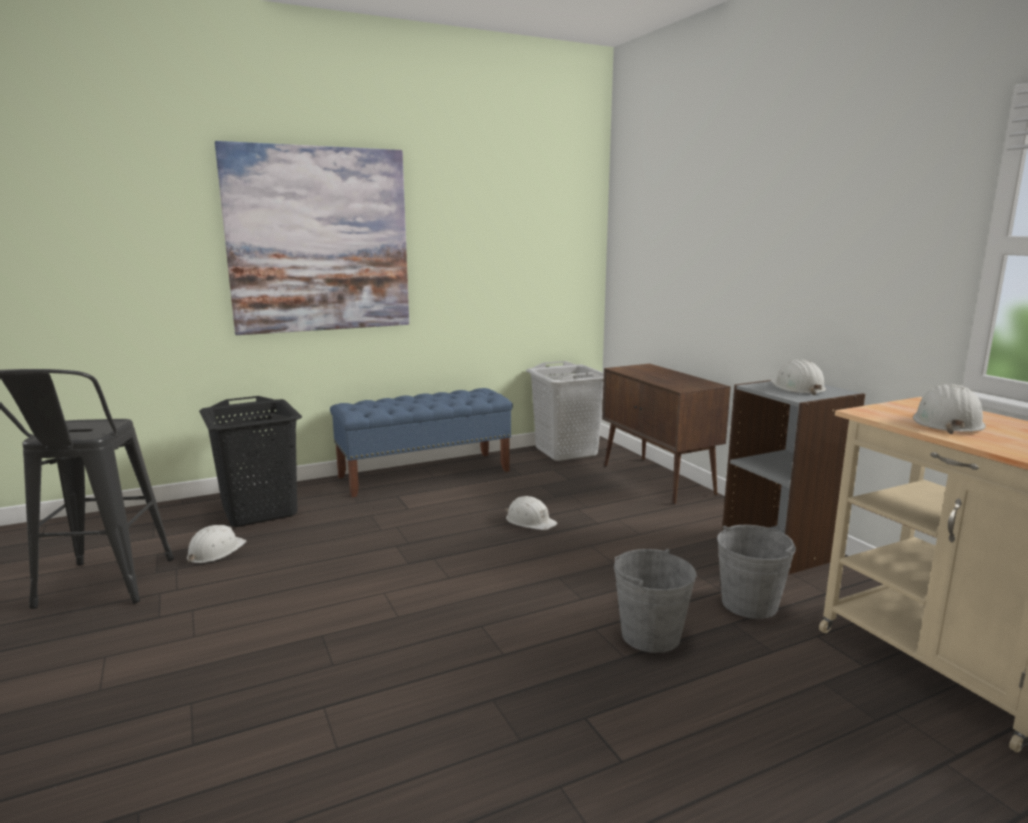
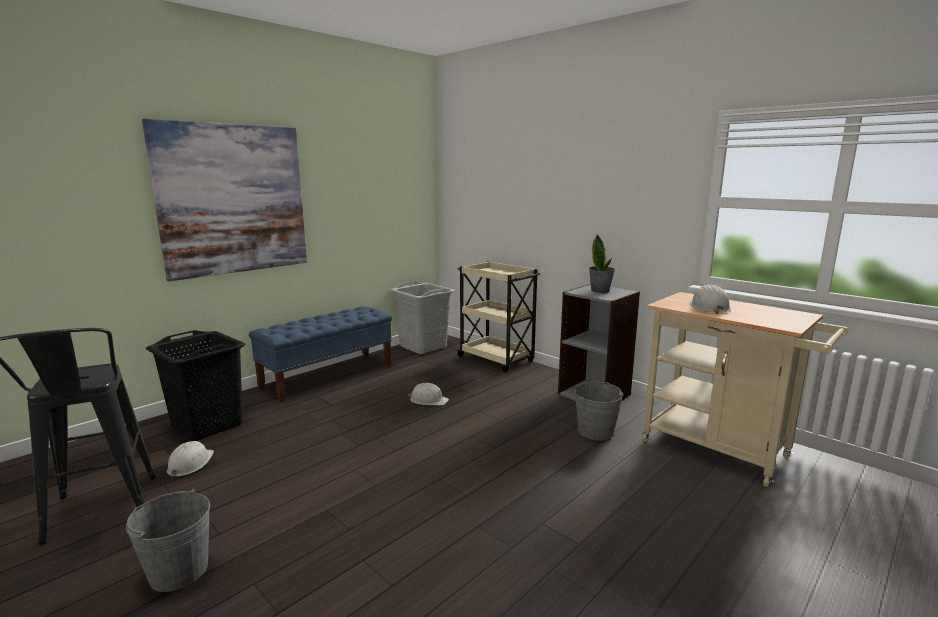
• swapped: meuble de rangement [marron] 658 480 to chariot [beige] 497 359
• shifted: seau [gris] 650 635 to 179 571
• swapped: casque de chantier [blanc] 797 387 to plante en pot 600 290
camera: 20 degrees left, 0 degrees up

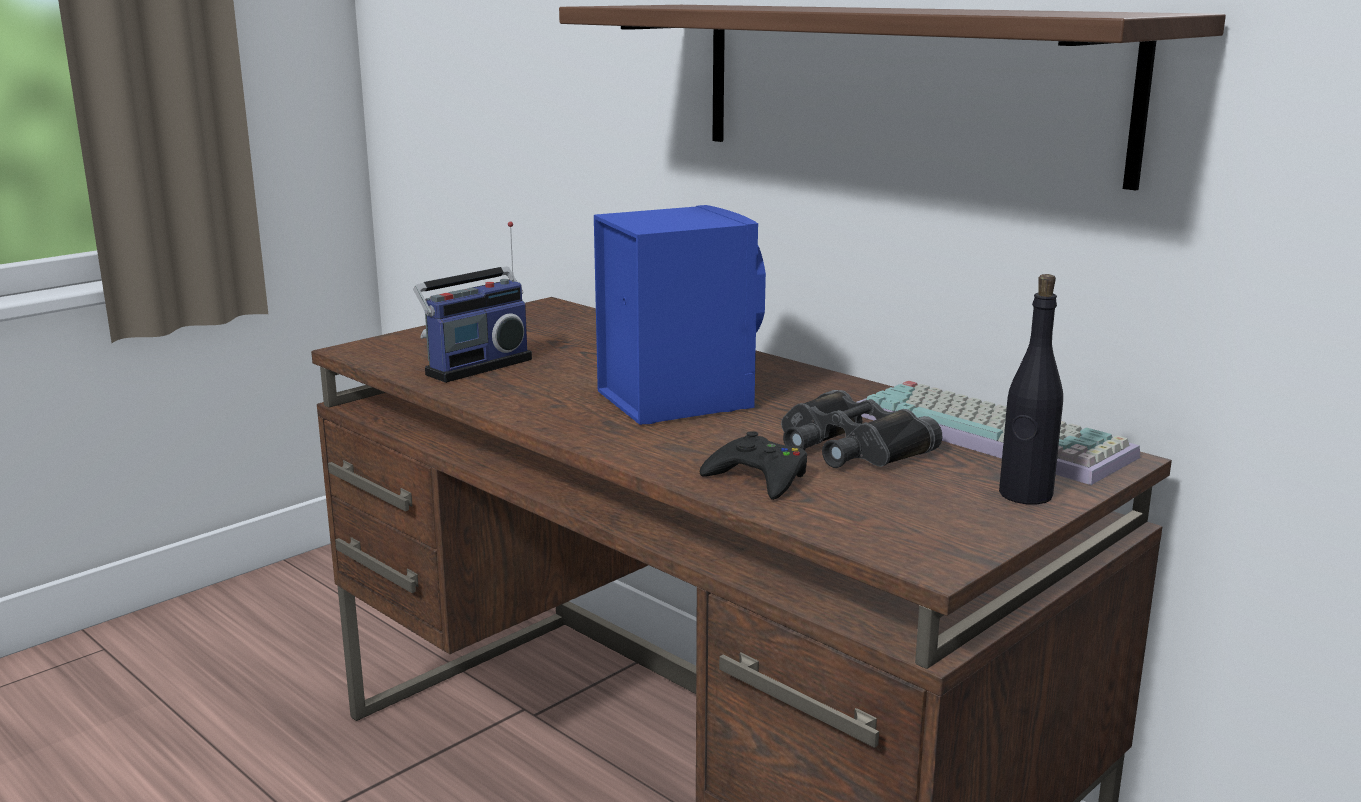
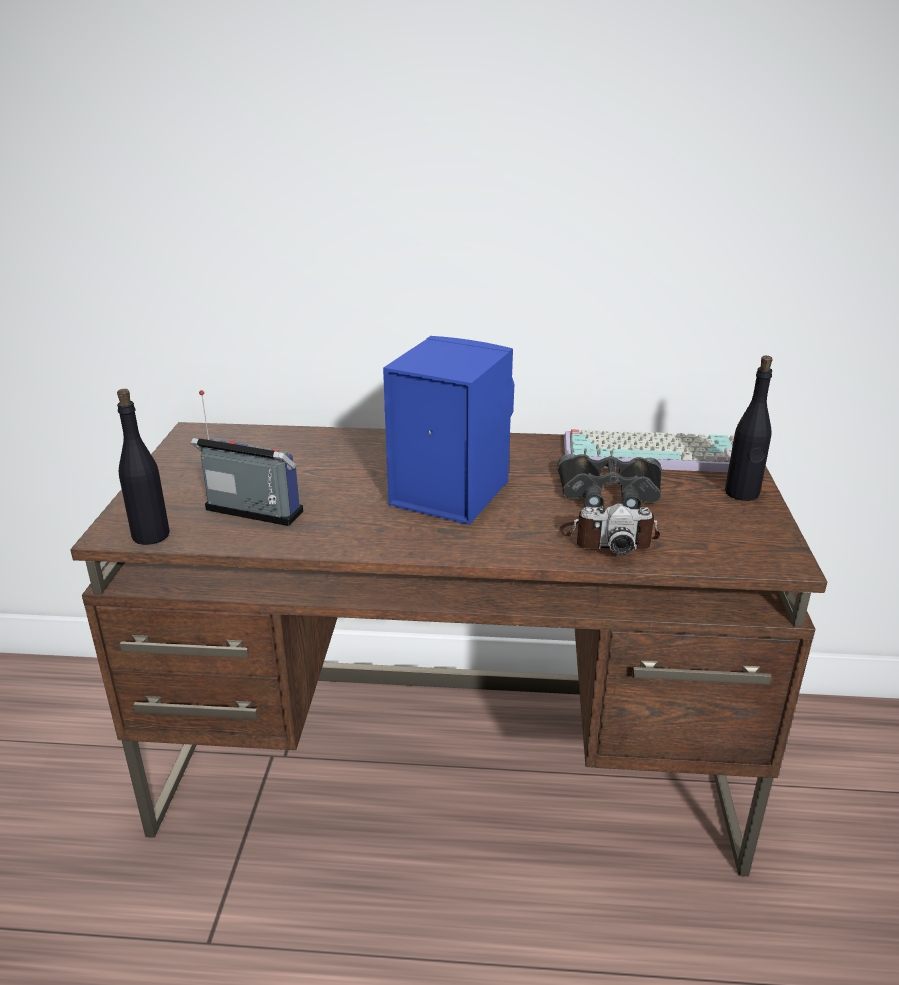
• rotated: radio 475 366 = 251 514 75 degrees counterclockwise
• gone: étagère 902 86
• swapped: manette [noir] 758 478 to appareil photo 608 539
• new: bouteille [noir] 151 535
camera: 40 degrees left, 10 degrees up

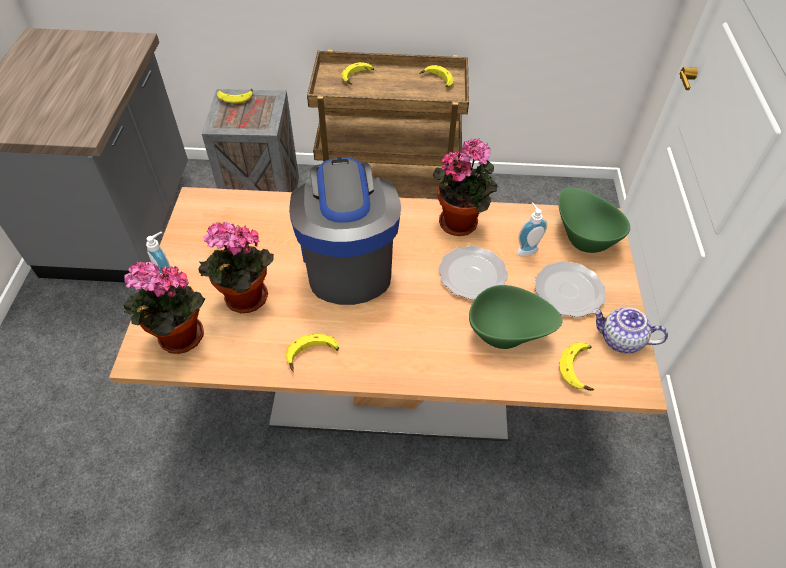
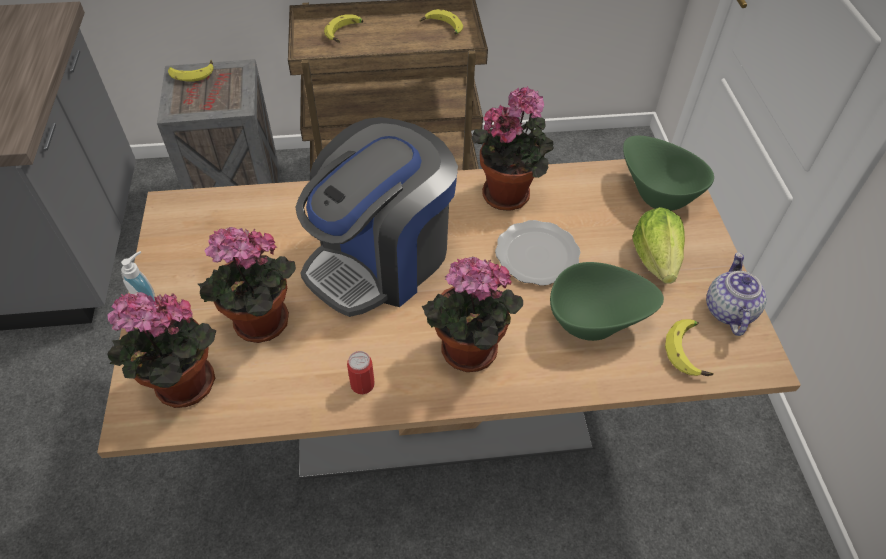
• swapped: banane 313 356 to boîte métallique 362 384
• rotated: machine à café 348 261 = 381 258 120 degrees counterclockwise
• gone: distributeur de savon 526 249
• swapped: assiette 569 290 to laitue 655 259
• rotated: théière 620 340 = 728 310 90 degrees clockwise
• new: plante en pot 467 354
camera: 10 degrees left, 0 degrees up

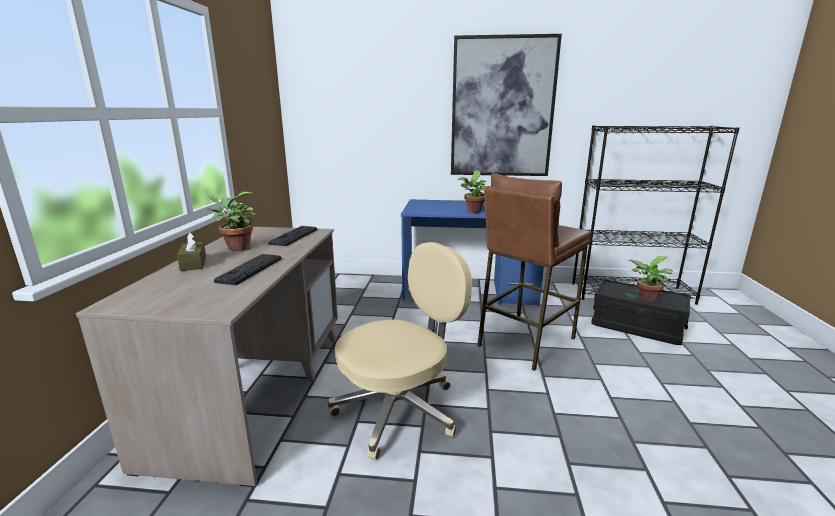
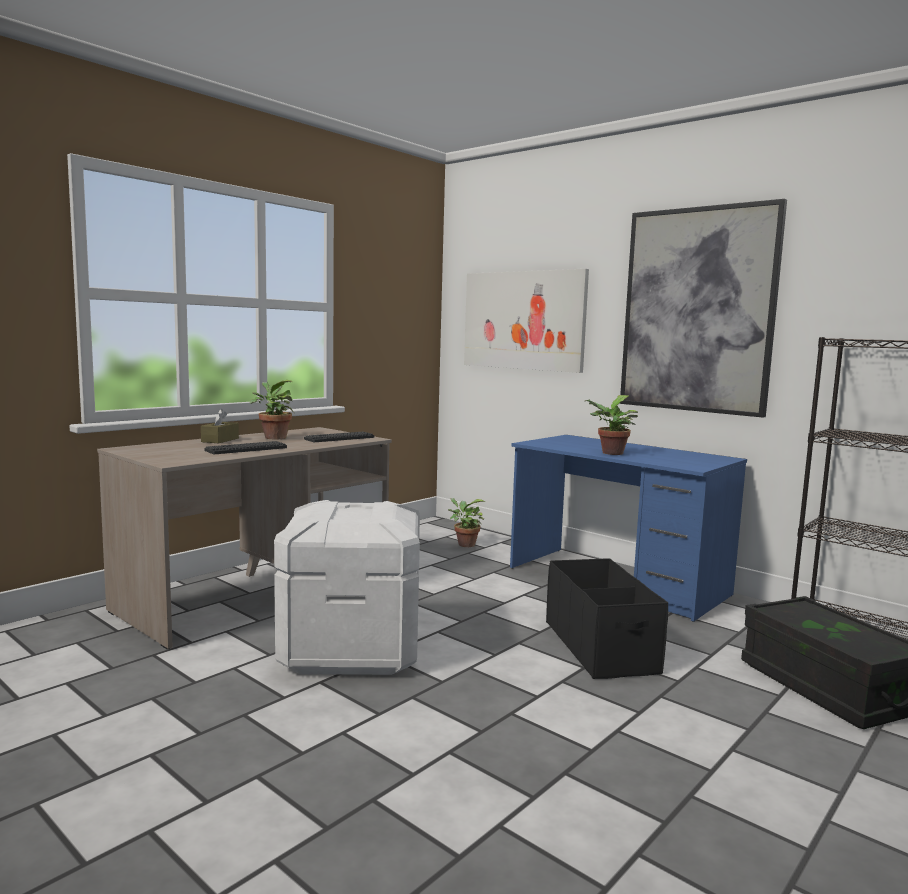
• swapped: chaise de bureau [beige] 399 409 to boîte de rangement [blanc] 352 649
• swapped: tabouret [marron] 525 341 to boîte de rangement [noir] 600 646
• shifted: plante en pot 645 299 to 464 544
• new: tableau 523 320
camera: 35 degrees right, 10 degrees down

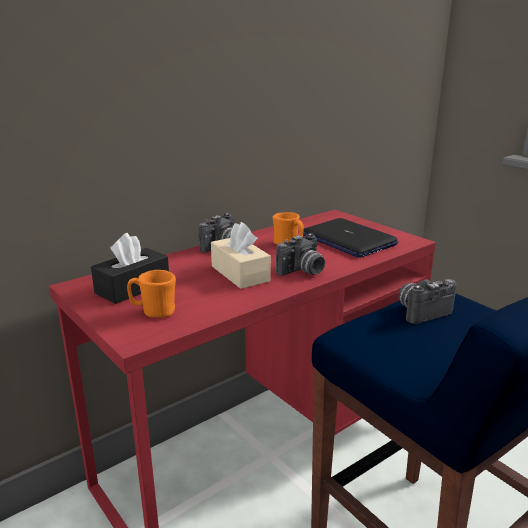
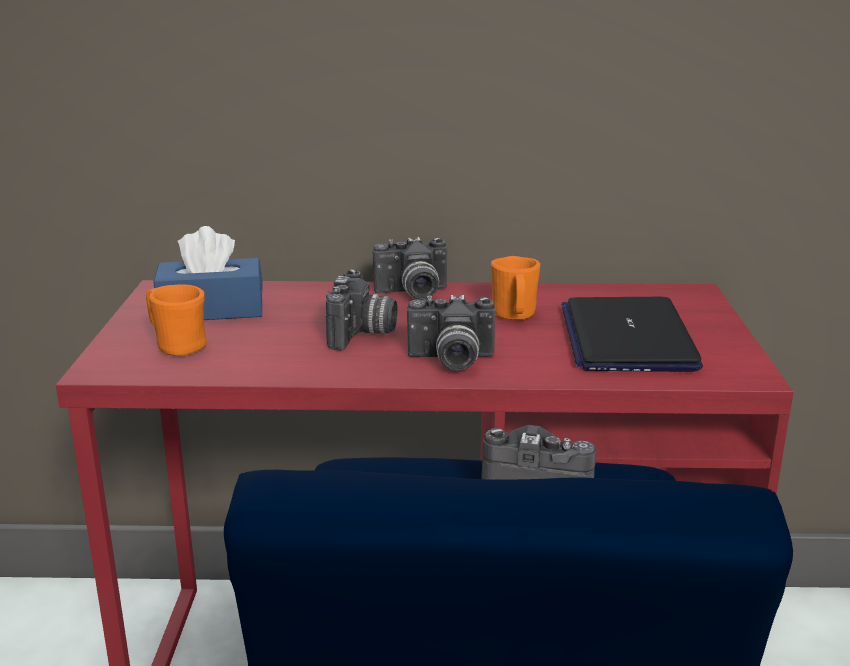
• repainted: boîte à mouchoirs [noir] 133 287 to boîte à mouchoirs [bleu] 211 310
• swapped: boîte à mouchoirs [beige] 240 273 to appareil photo 363 335
camera: 40 degrees right, 0 degrees up

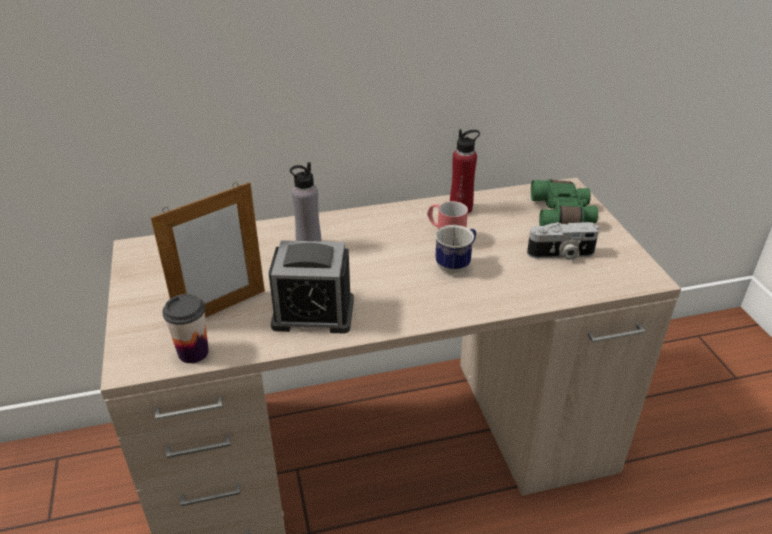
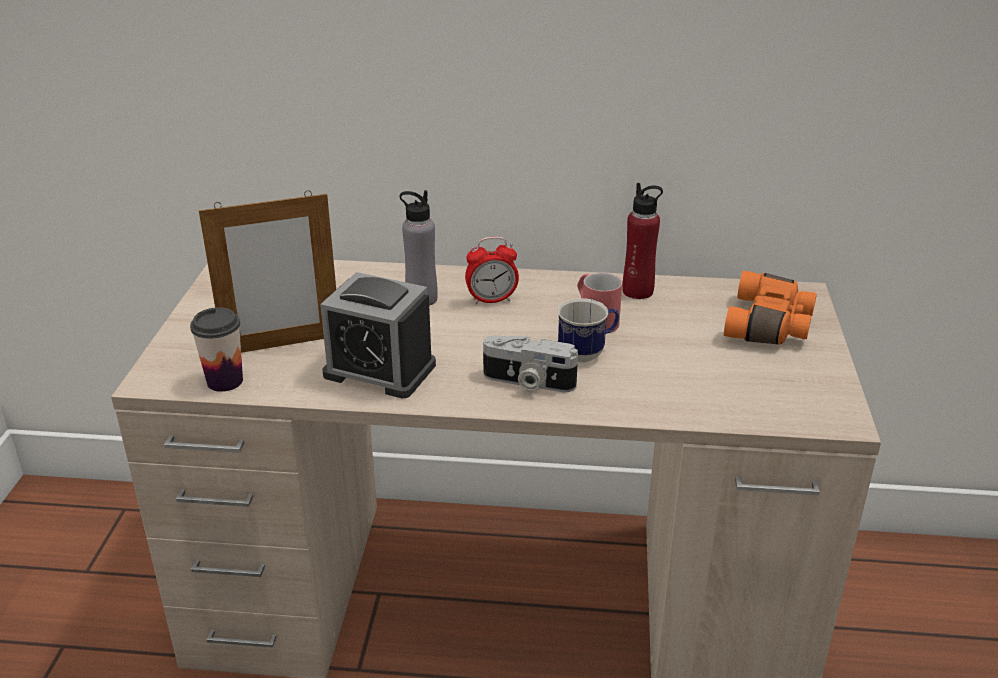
• shifted: appareil photo 561 254 to 528 382
• repainted: jumelles [vert] 563 216 to jumelles [orange] 770 325
• new: réveil 491 300
camera: 20 degrees right, 5 degrees down

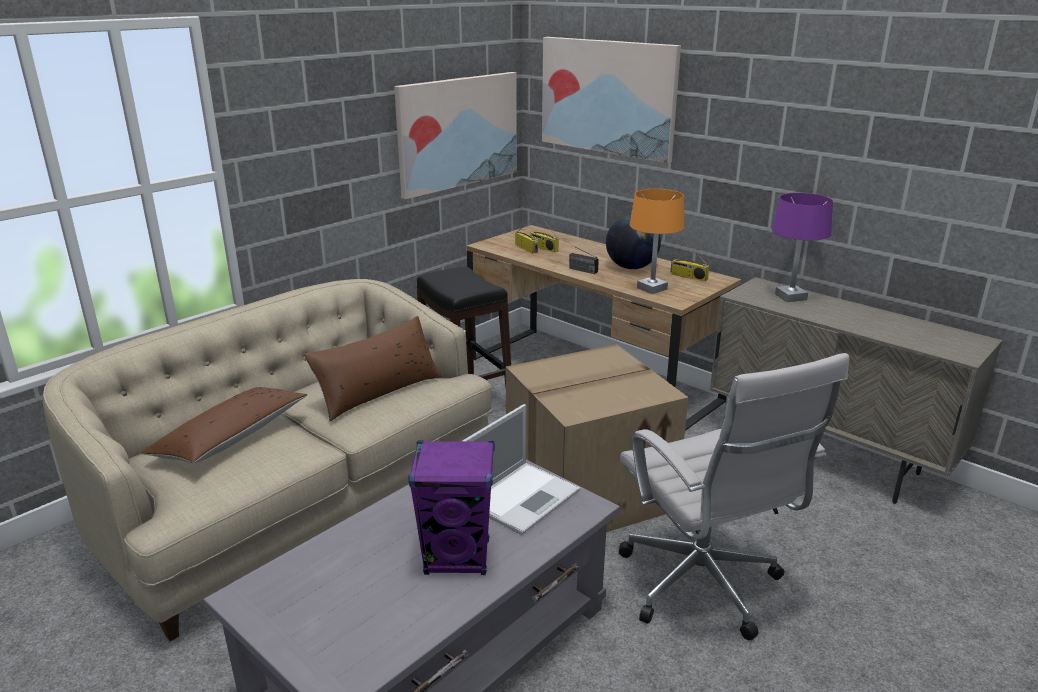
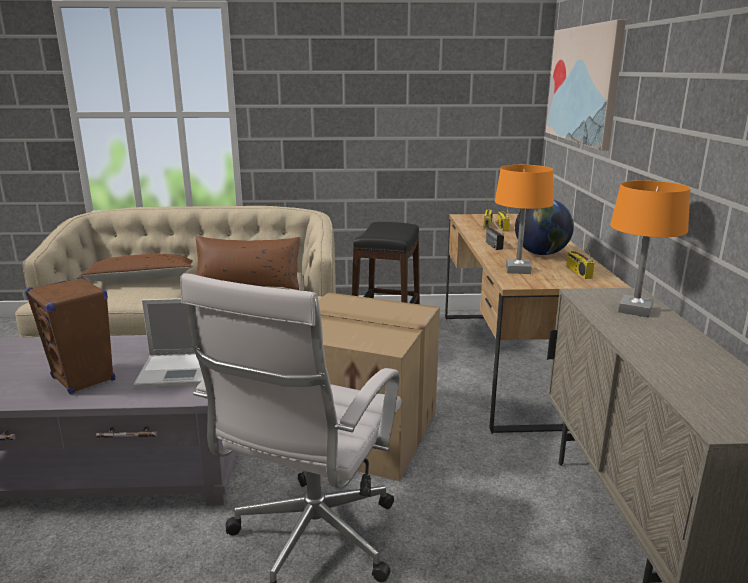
• gone: tableau 457 132
• repainted: enceinte [violet] 457 557 to enceinte [marron] 83 379
• repainted: lampe de table [violet] 791 297 to lampe de table [orange] 635 310
camera: 45 degrees right, 5 degrees down

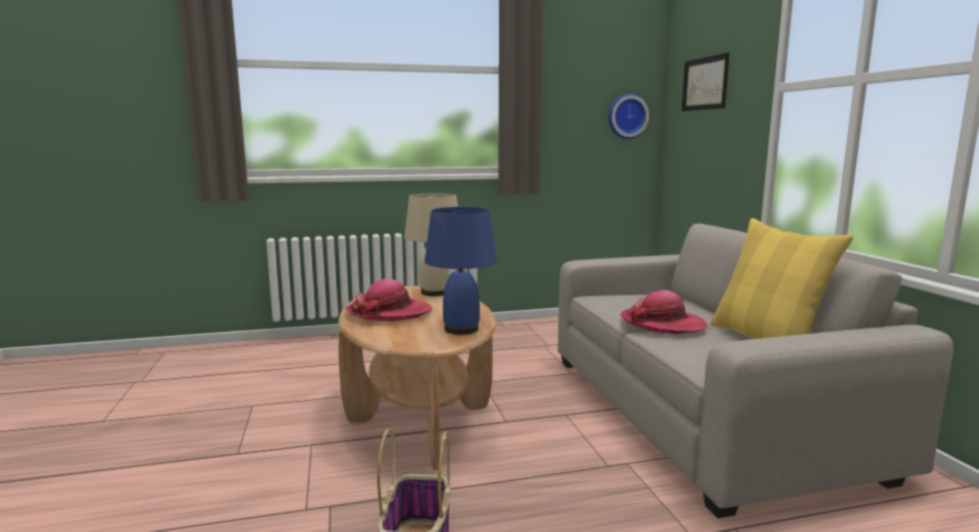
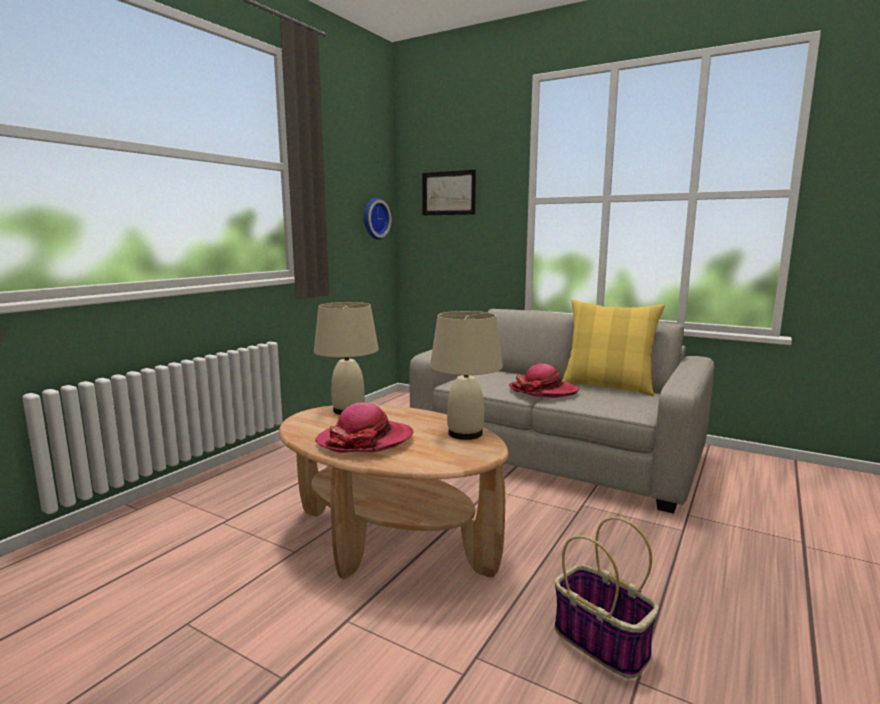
• repainted: lampe de table [bleu] 462 329 to lampe de table [beige] 465 433
camera: 45 degrees left, 0 degrees up

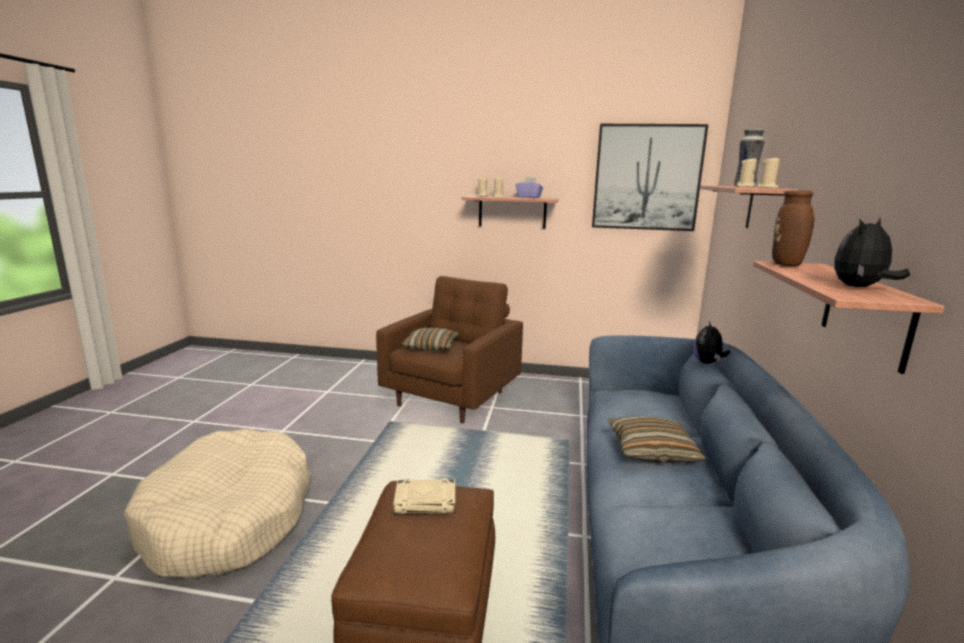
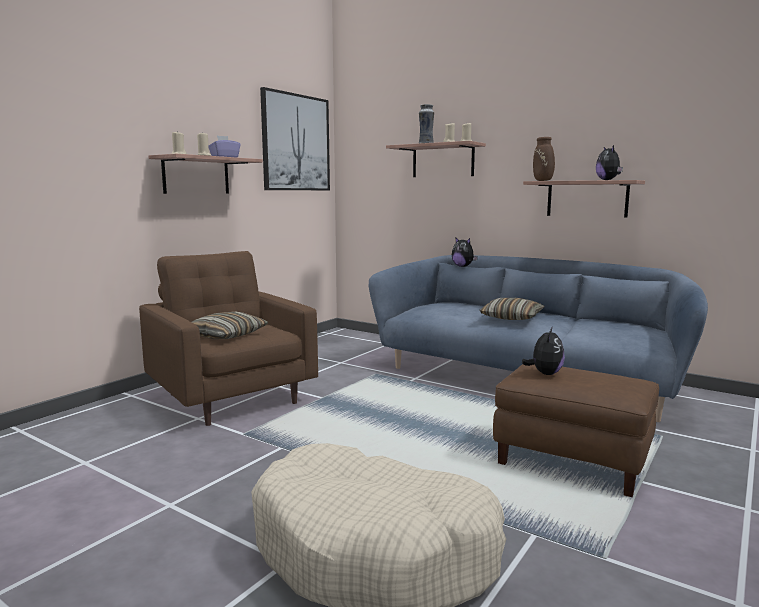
• swapped: livre [beige] 426 501 to peluche 545 373
camera: 65 degrees left, 5 degrees down

